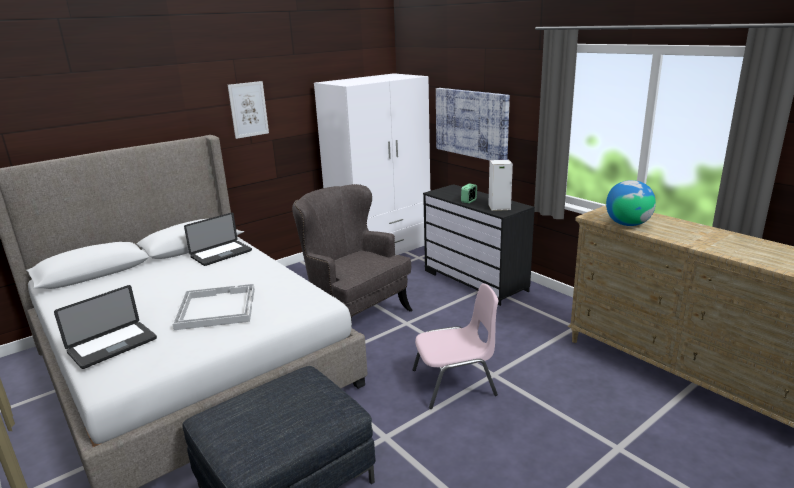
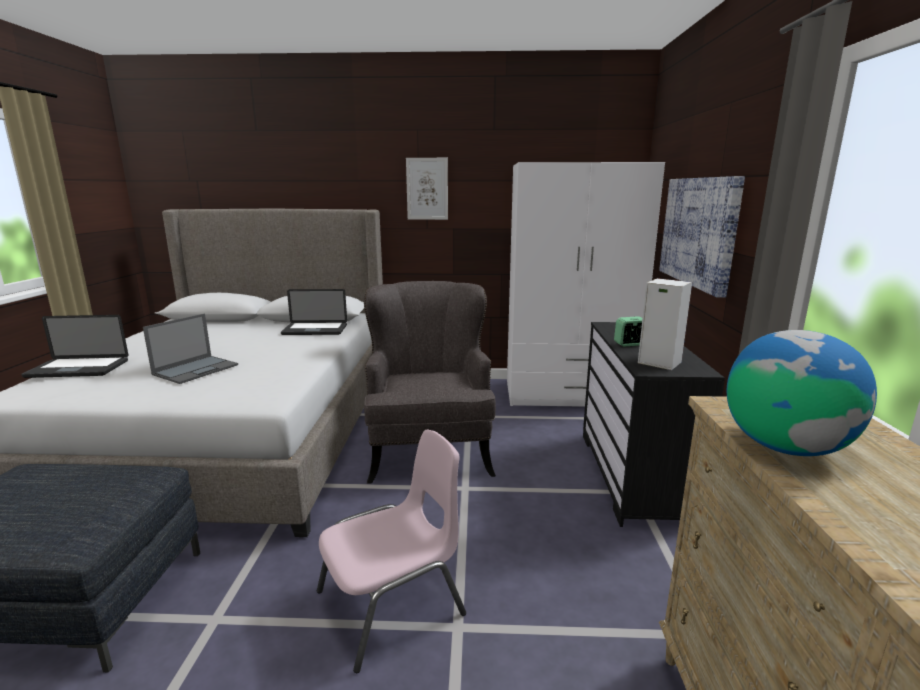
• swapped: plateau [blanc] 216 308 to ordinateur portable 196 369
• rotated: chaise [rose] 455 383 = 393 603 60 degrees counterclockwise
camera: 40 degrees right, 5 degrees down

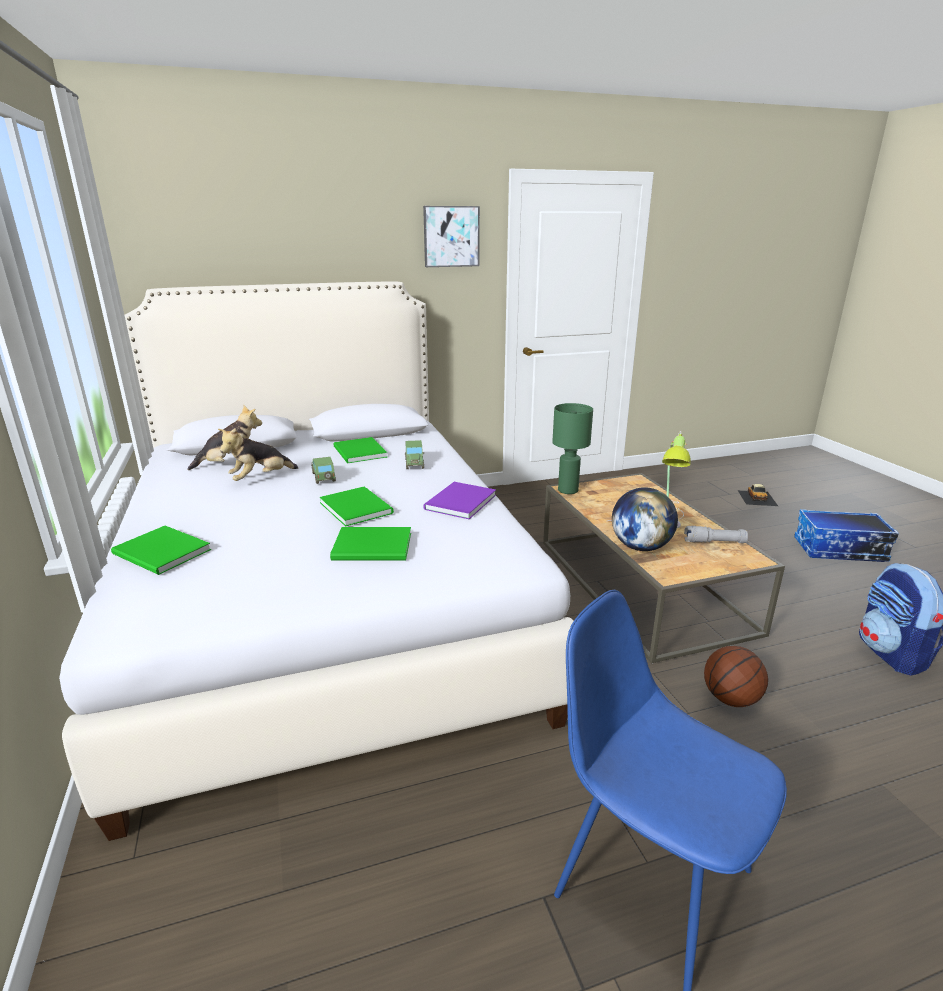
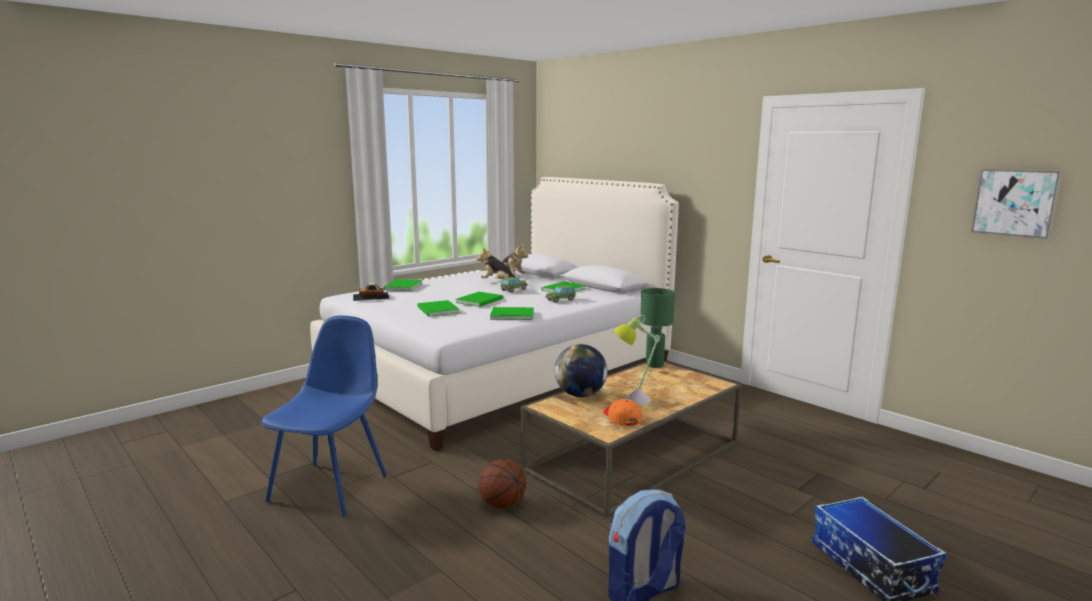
• shifted: tableau 451 236 to 1015 203
• repainted: livre [violet] 458 502 to livre [vert] 511 315
• swapped: lampe de poche [gris] 714 542 to casquette [orange] 621 418
• shifted: petite voiture 757 497 to 371 296
camera: 65 degrees right, 10 degrees down

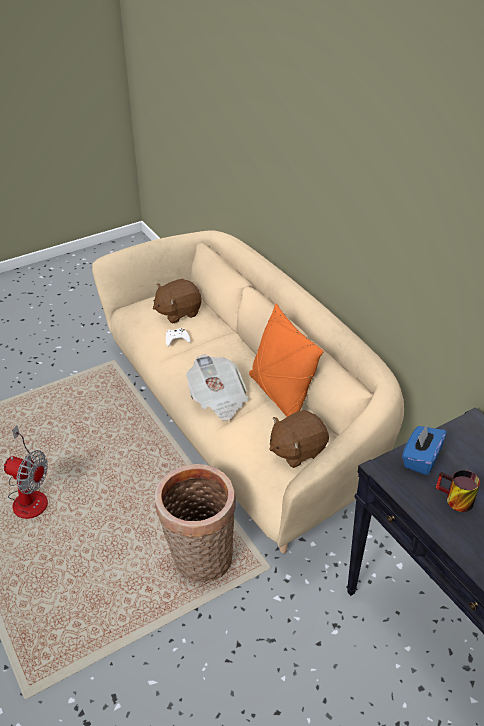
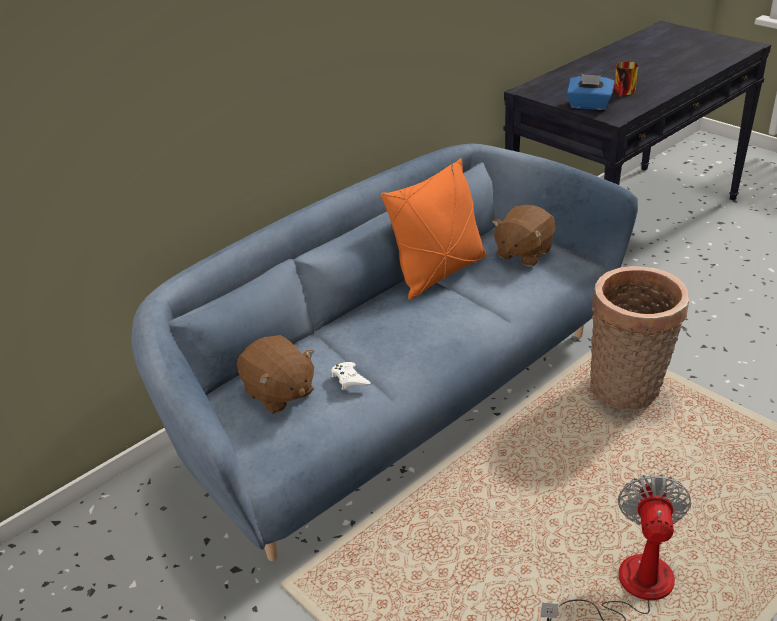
• repainted: canapé [beige] 241 423 to canapé [bleu] 395 400
• gone: journal 218 399
• rotated: peluche [marron] 297 450 = 523 253 75 degrees clockwise
camera: 100 degrees left, 5 degrees down

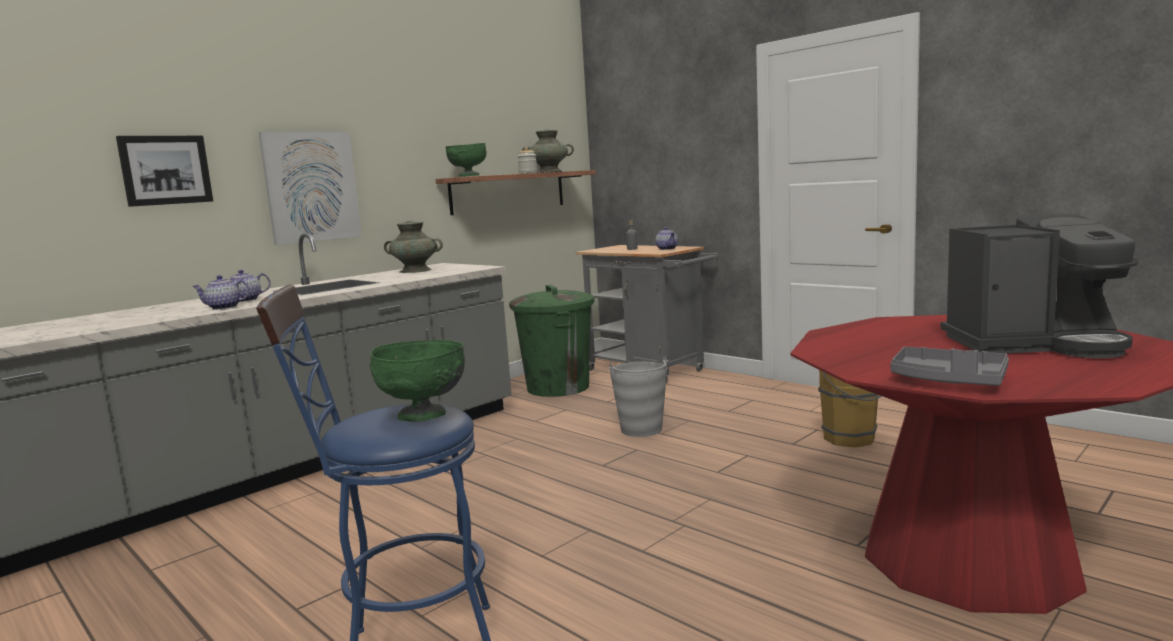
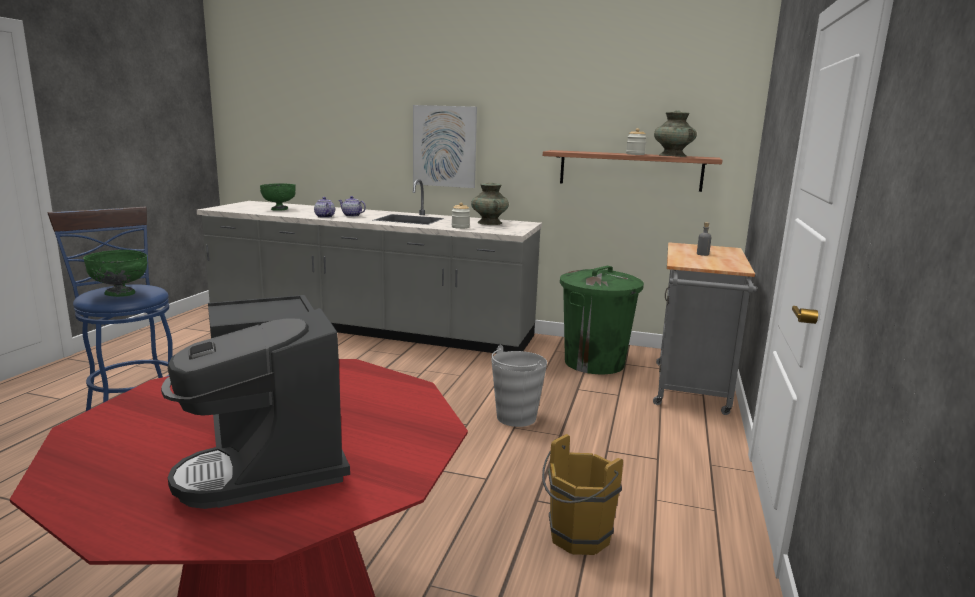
• gone: tableau 165 170
• shifted: bol [vert] 468 176 to 279 209
• gone: théière 667 249
• gone: plateau [gris] 948 381
• new: bocal 460 227
camera: 60 degrees right, 5 degrees up

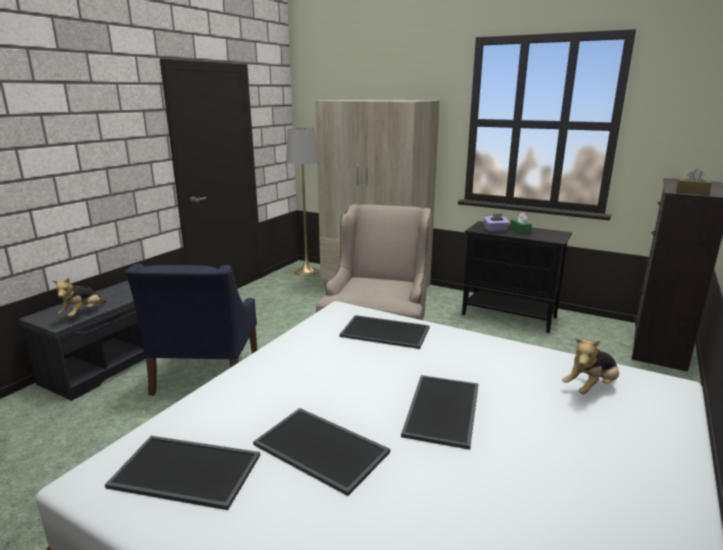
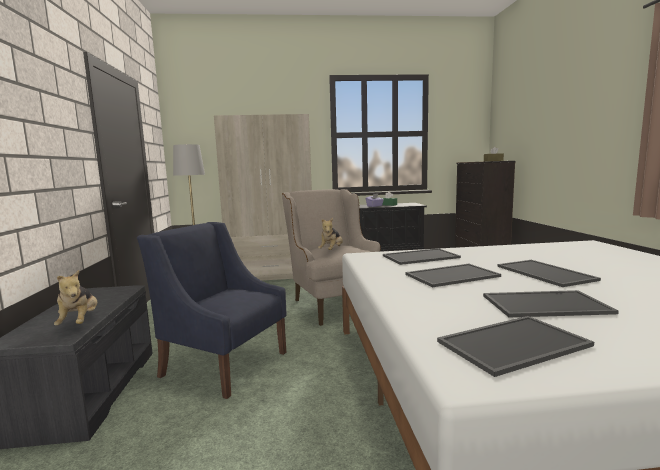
• rotated: fauteuil [bleu] 206 374 = 224 363 150 degrees clockwise
• shifted: peluche 591 388 to 331 251
• new: plateau 452 275
camera: 35 degrees left, 10 degrees down

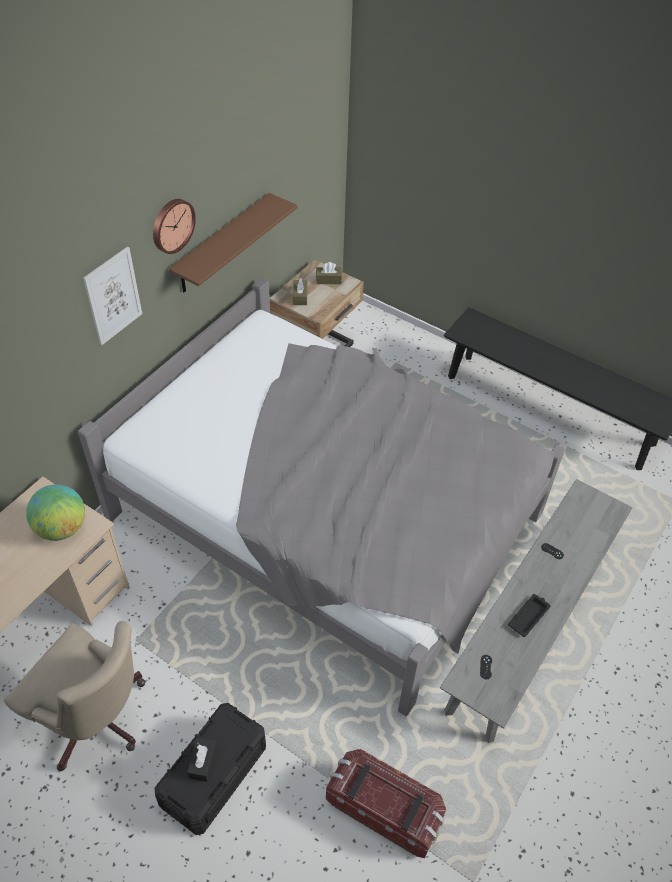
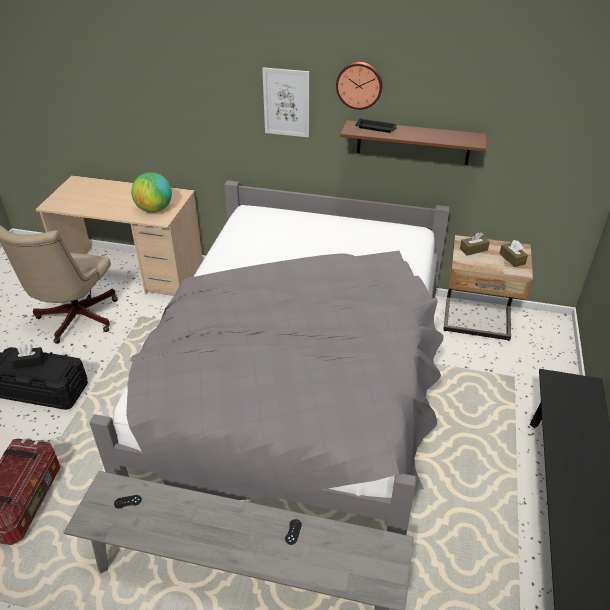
• shifted: plateau [noir] 529 616 to 376 128
camera: 70 degrees right, 10 degrees down

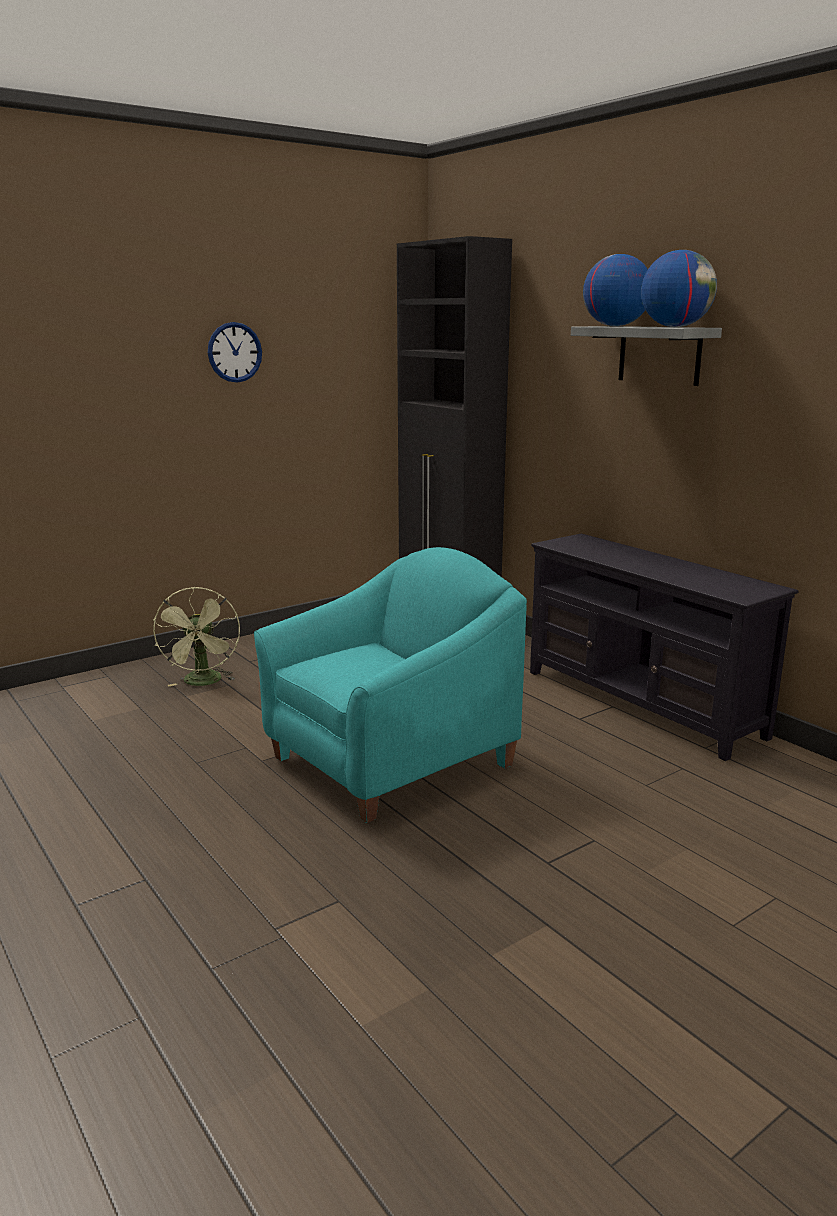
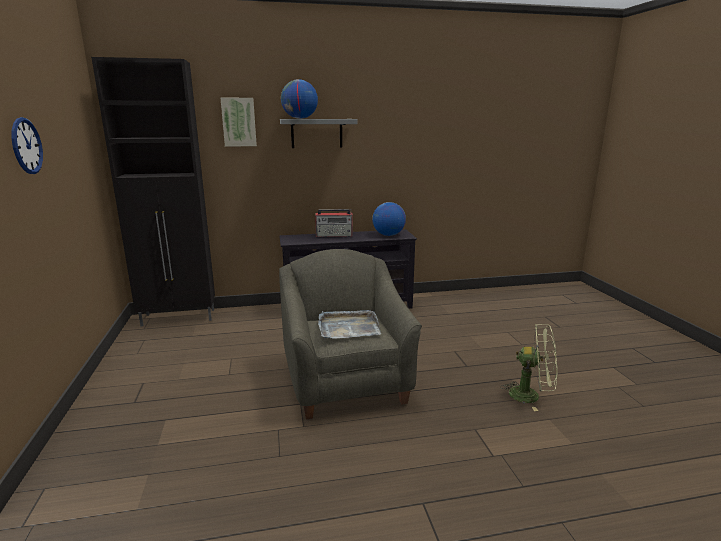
• shifted: ventilateur [vert] 203 683 to 531 395
• repainted: fauteuil [turquoise] 390 761 to fauteuil [gris] 346 381
• shifted: globe 675 327 to 388 235
• new: tableau 239 122
• new: radio 335 235
• new: plateau [gris] 348 327
camera: 65 degrees left, 0 degrees up

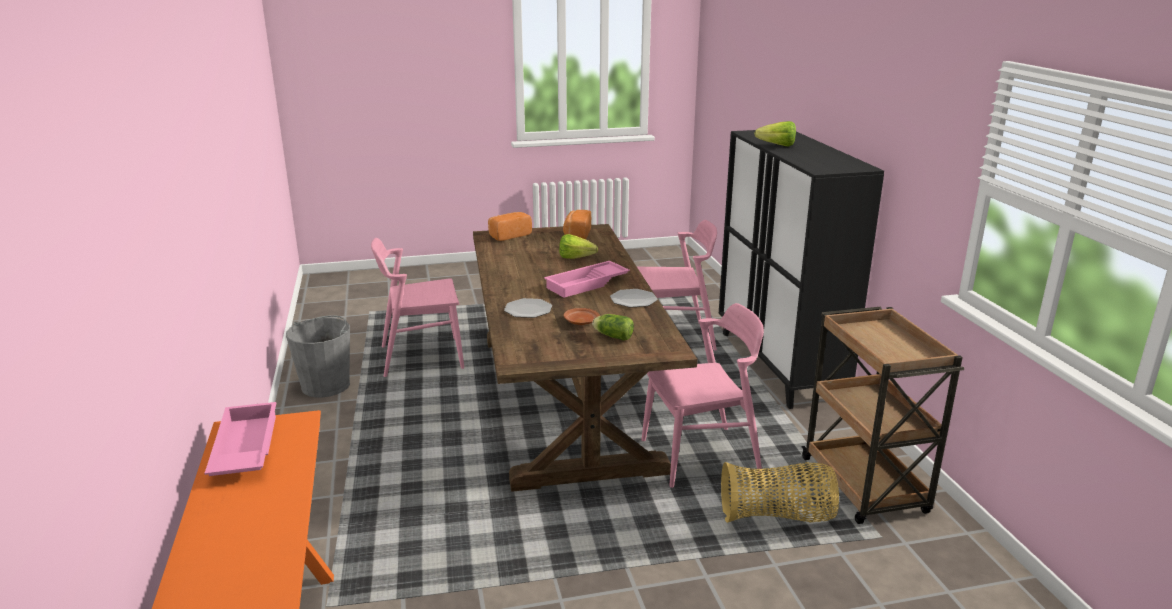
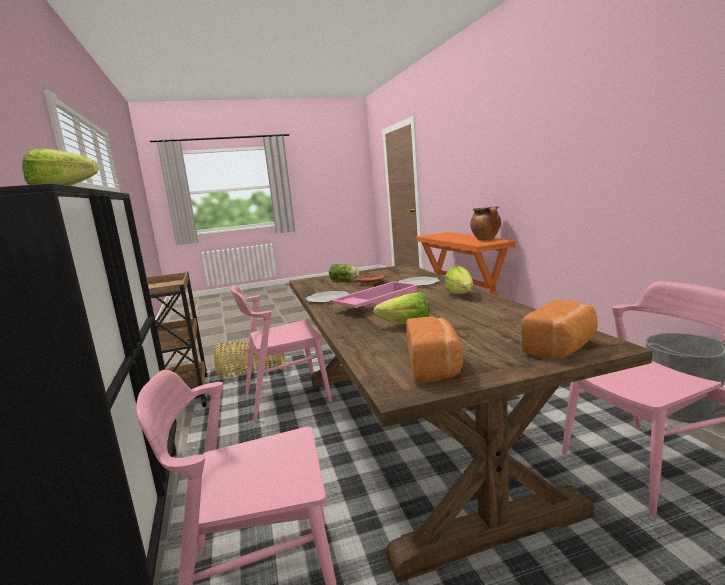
• swapped: plateau [rose] 243 449 to marmite 486 239
• new: laitue 461 296
camera: 175 degrees right, 10 degrees down

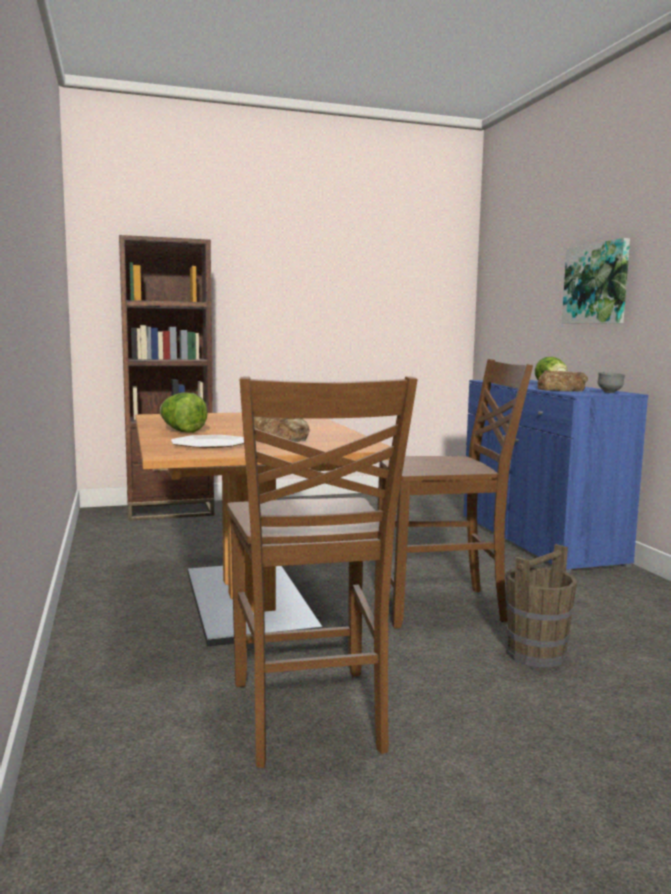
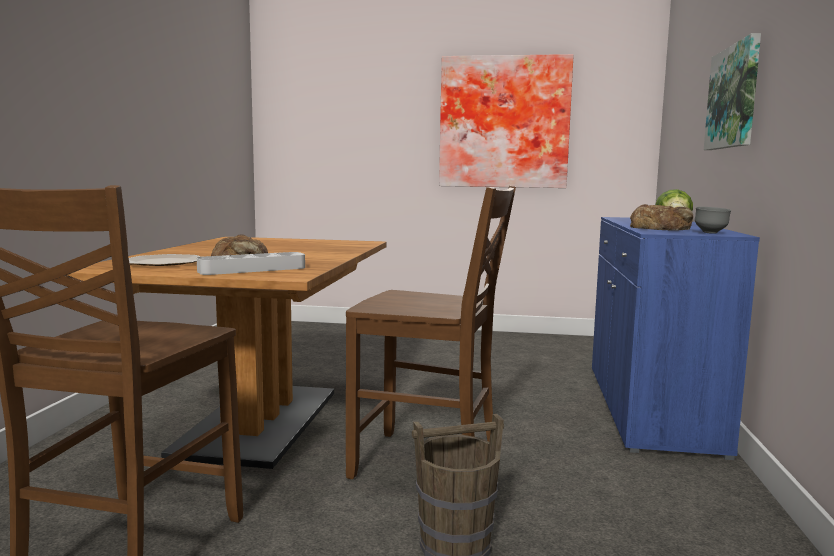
• gone: bibliothèque [marron] 170 511
• gone: laitue 181 431
• new: plateau [gris] 252 269
• new: tableau 504 123
camera: 25 degrees right, 0 degrees up

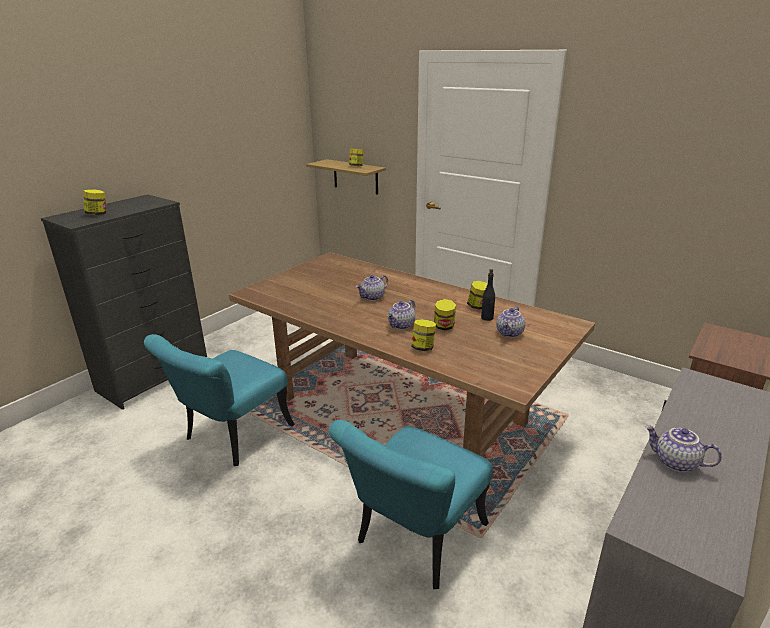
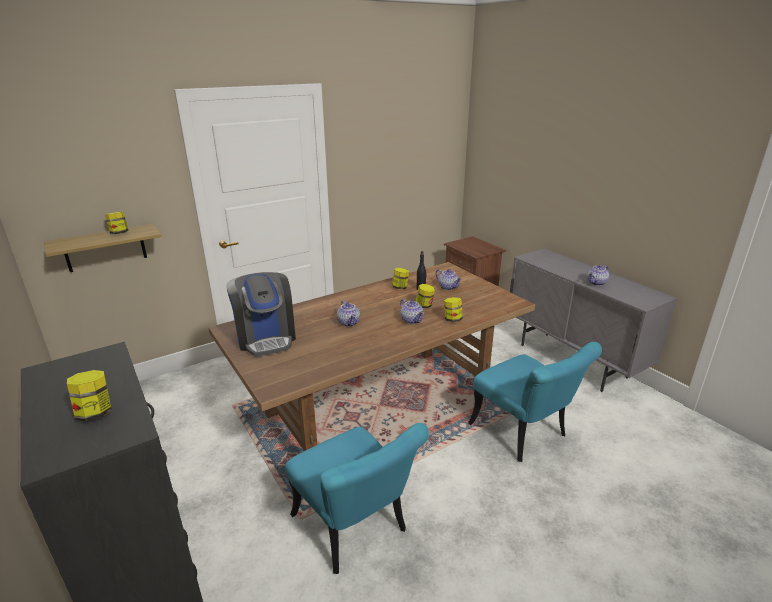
• new: machine à café 266 337
camera: 70 degrees left, 0 degrees up

